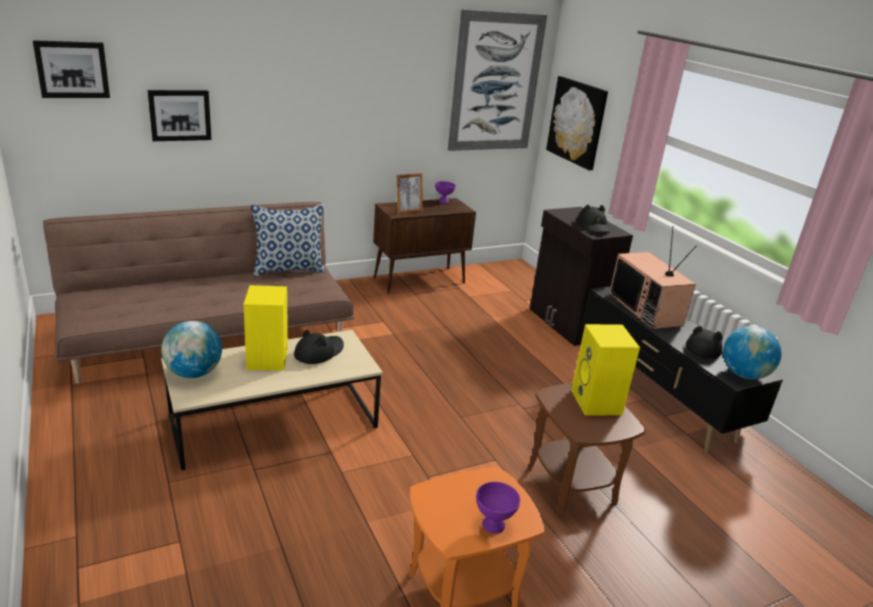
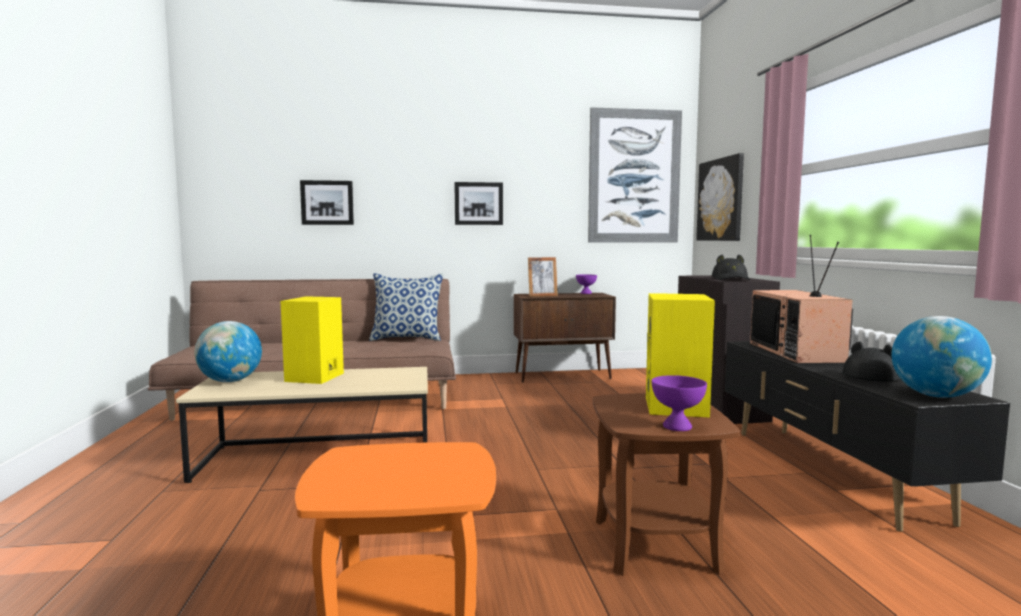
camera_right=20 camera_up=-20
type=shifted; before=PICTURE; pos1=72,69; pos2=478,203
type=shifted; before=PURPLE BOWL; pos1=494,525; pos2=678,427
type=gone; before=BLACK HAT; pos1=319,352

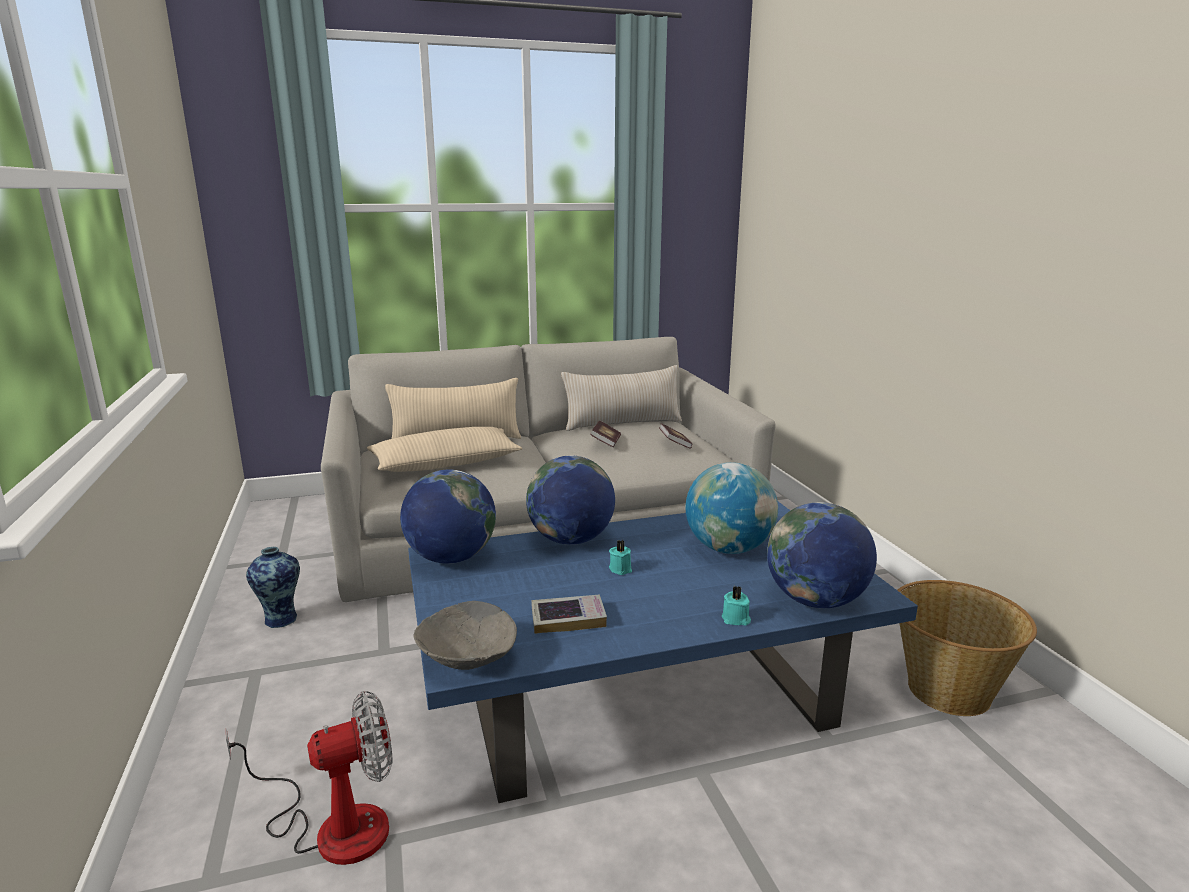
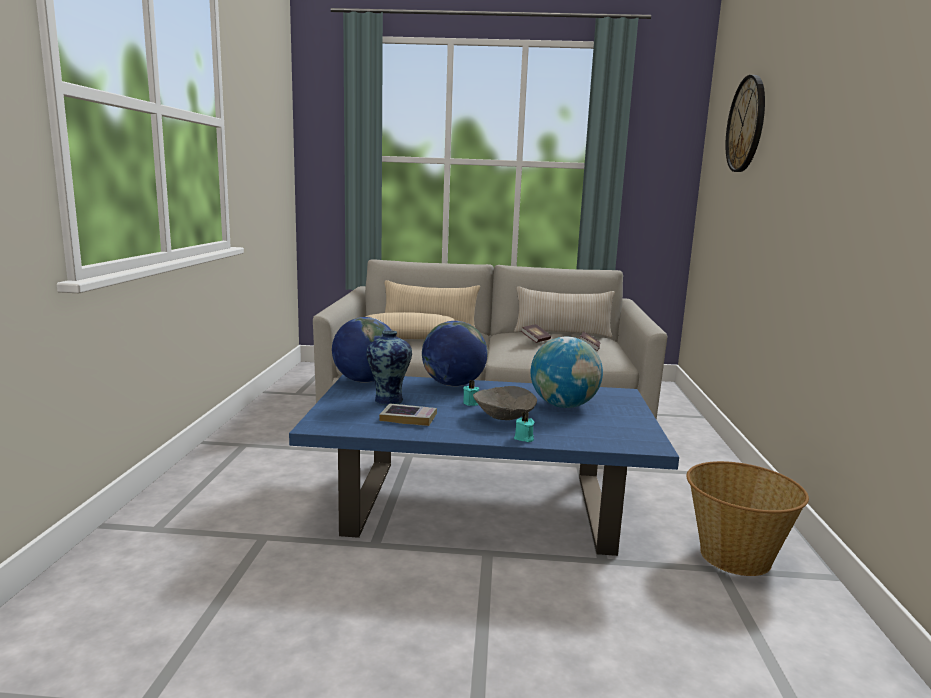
camera_right=20 camera_up=-5
type=shifted; before=VASE; pos1=281,618; pos2=389,400
type=shifted; before=GREY BOWL; pos1=468,659; pos2=504,417
type=new; after=WALL CLOCK; pos2=746,124
type=gone; before=FAN; pos1=333,825
type=gone; before=GLOBE; pos1=815,600

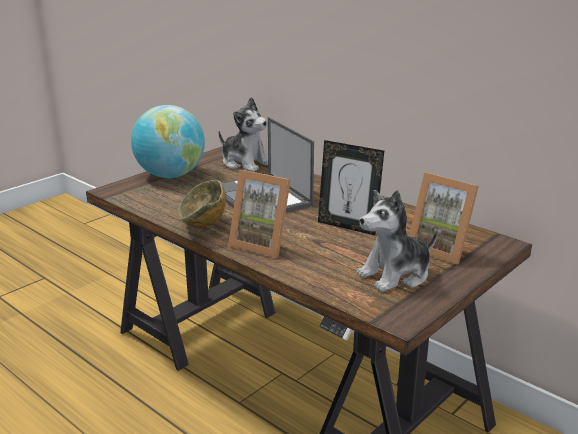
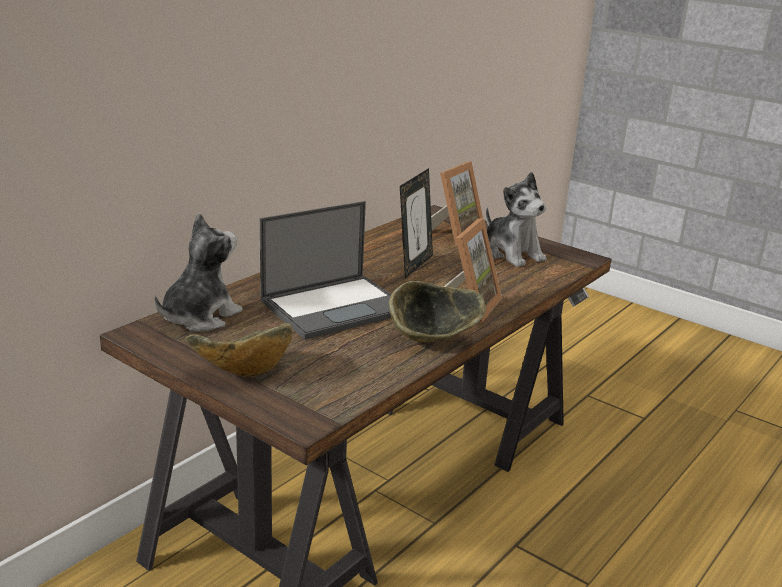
camera_right=-95 camera_up=0
type=swapped; before=GLOBE; after=BOWL; pos1=170,175; pos2=243,373

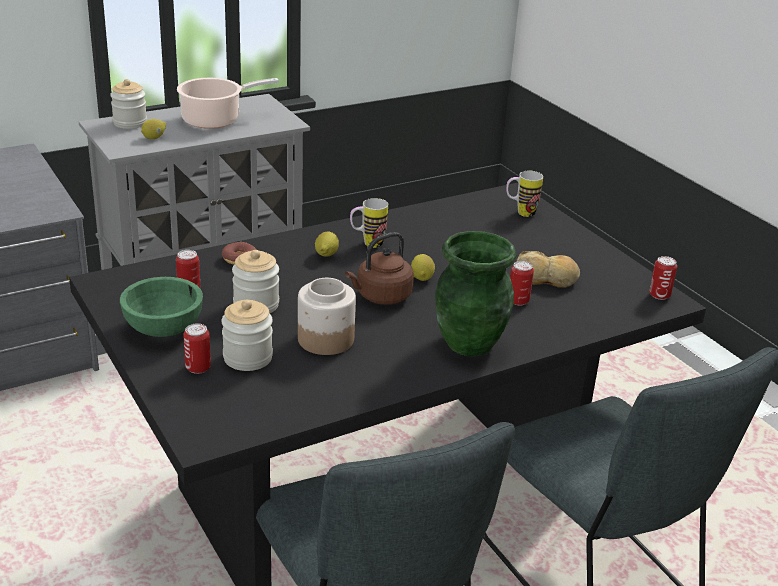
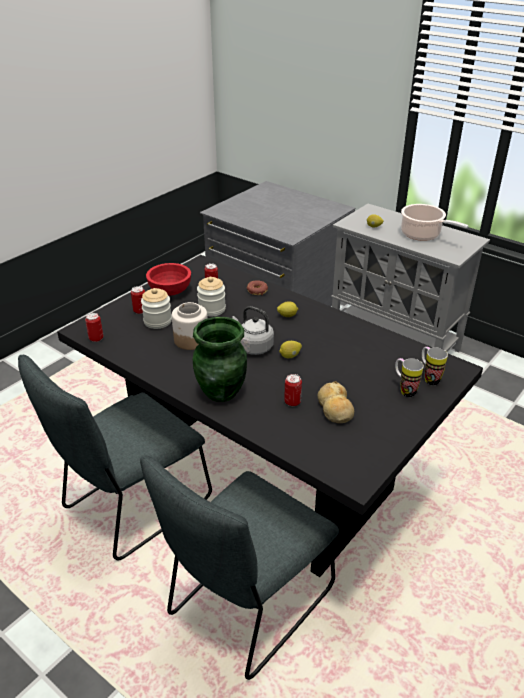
camera_right=70 camera_up=5
type=shifted; before=CAN; pos1=659,295; pos2=96,338
type=repainted; before=GREEN BOWL; after=RED BOWL; pos1=163,328; pos2=170,291
type=repainted; before=BROWN KETTLE; after=GREY KETTLE; pos1=381,297; pos2=253,347
type=shifted; before=MUG; pos1=367,244; pos2=404,390
type=gone; before=JAR; pos1=130,123

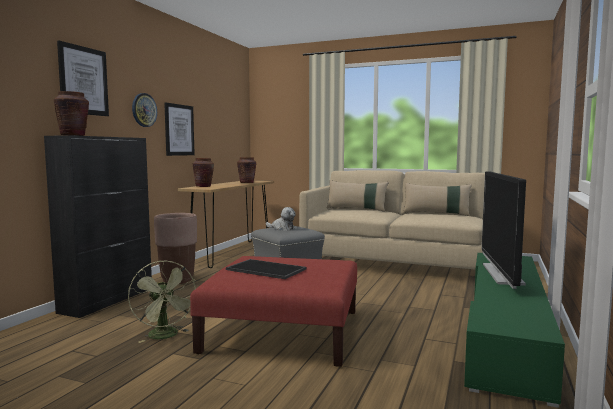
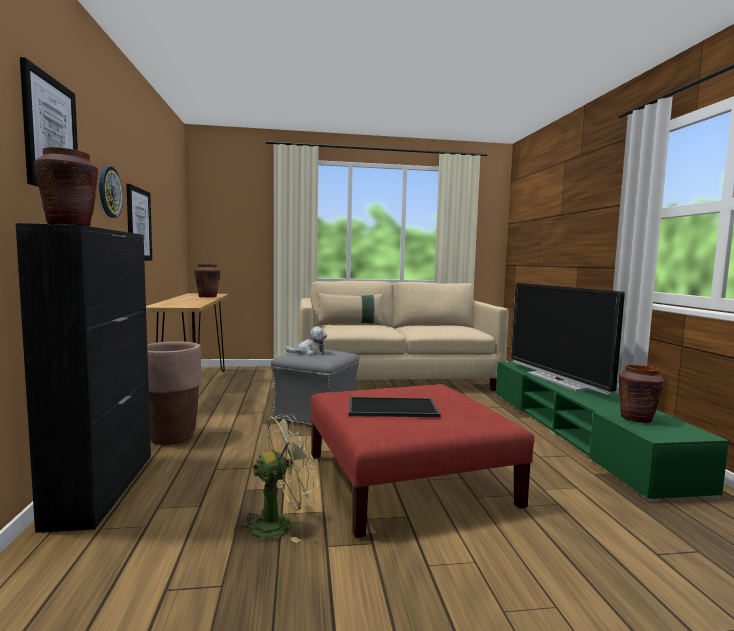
camera_right=-30 camera_up=0
type=rotated; before=GREEN FAN; pos1=165,336; pos2=280,524; turn=-60
type=shifted; before=BROWN VASE; pos1=203,186; pos2=636,419
type=gone; before=BEIGE PILLOW; pos1=436,214

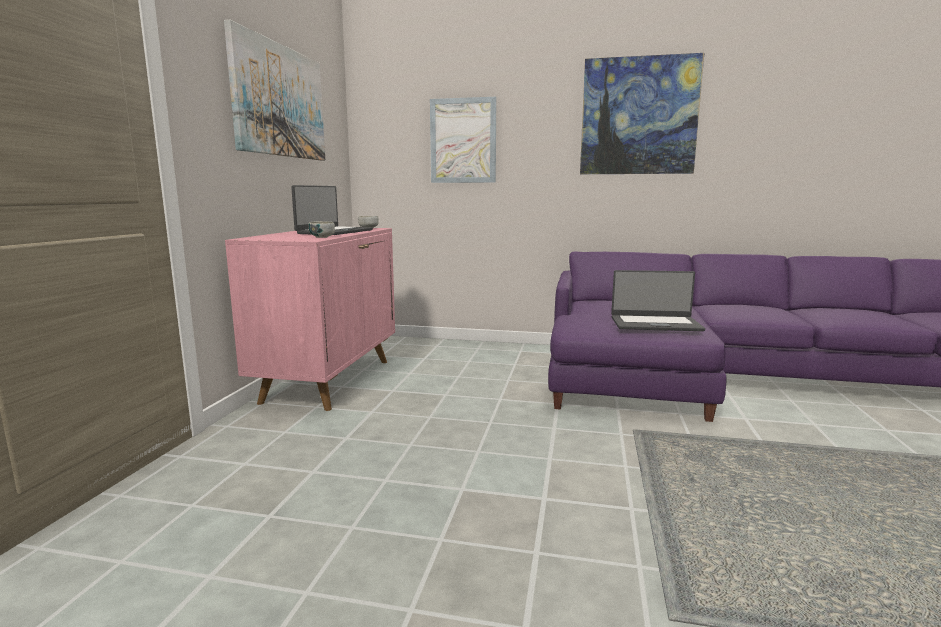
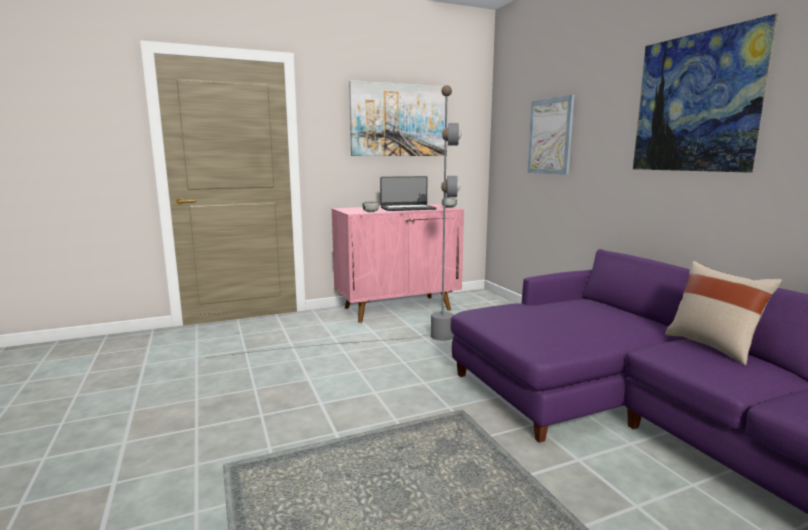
camera_right=55 camera_up=0
type=new; after=GREY FLOOR LAMP; pos2=380,341
type=new; after=BEIGE PILLOW; pos2=712,346
type=gone; before=LAPTOP; pos1=655,324

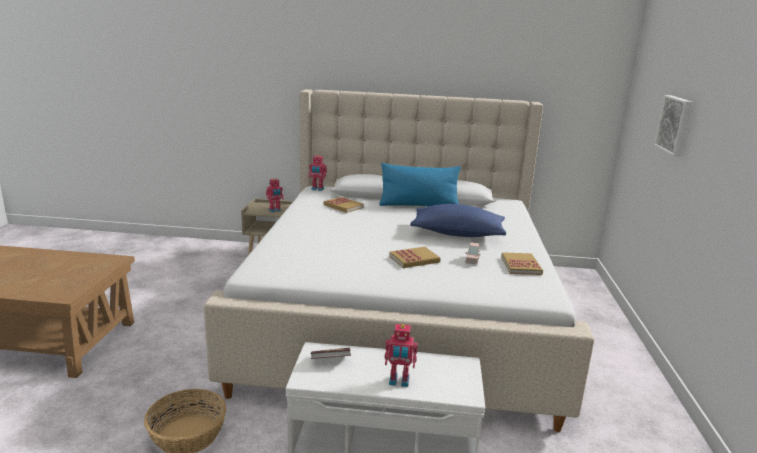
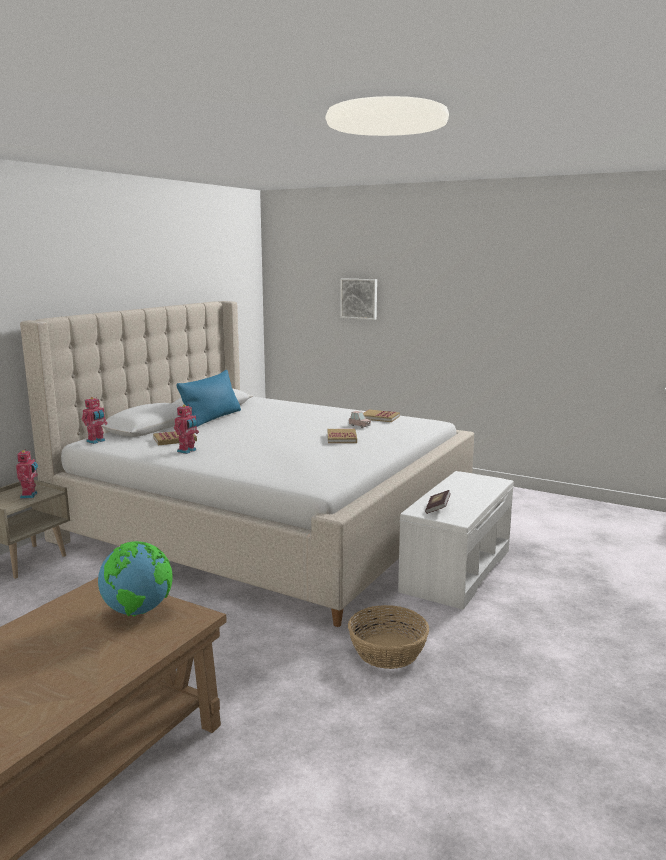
camera_right=-65 camera_up=-5
type=new; after=GLOBE; pos2=138,611
type=shifted; before=TOY ROBOT; pos1=399,382; pos2=187,451
type=gone; before=BLUE PILLOW; pos1=457,234

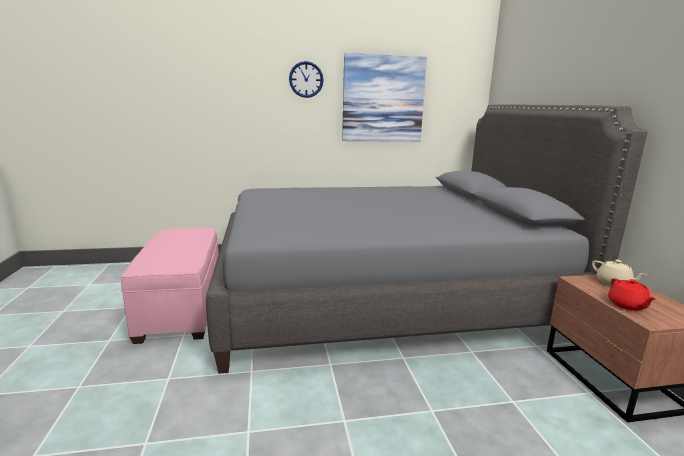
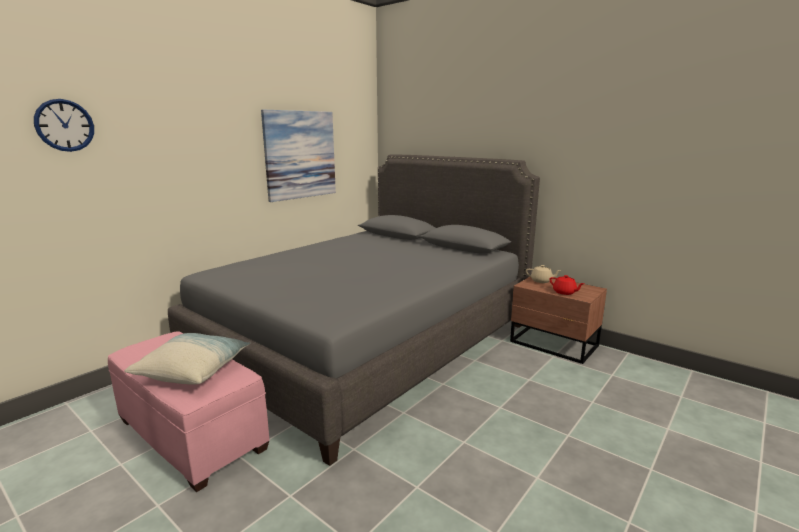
camera_right=-40 camera_up=0
type=shifted; before=WALL CLOCK; pos1=306,79; pos2=64,125
type=new; after=PILLOW; pos2=193,370

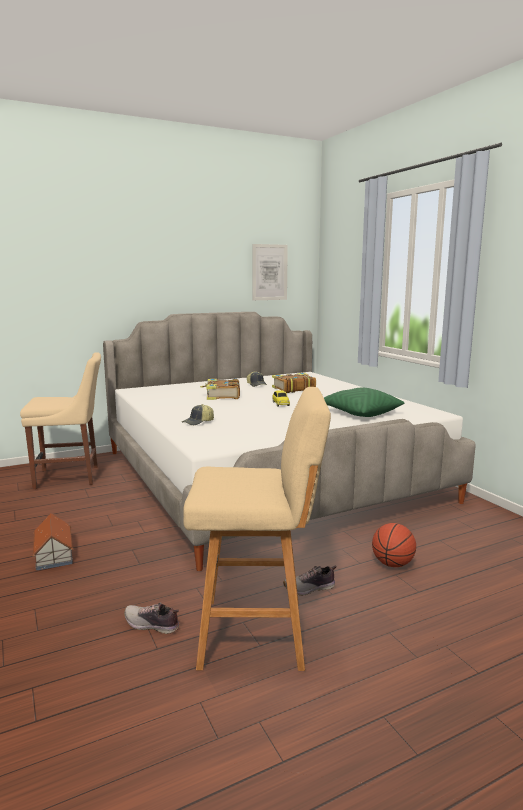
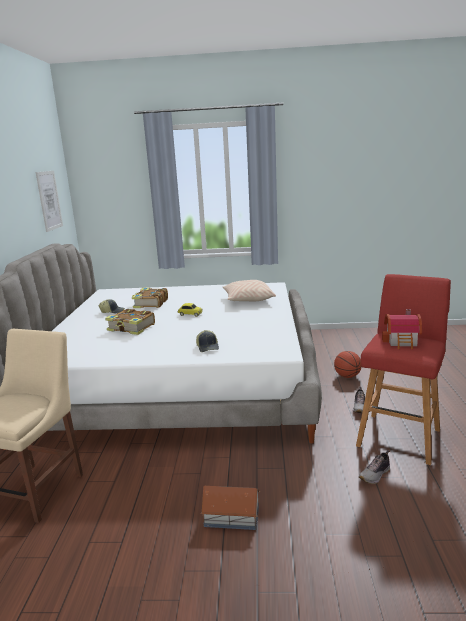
camera_right=-60 camera_up=5
type=repainted; before=GREEN PILLOW; after=BEIGE PILLOW; pos1=360,413; pos2=248,300
type=repainted; before=BEIGE STOOL; after=RED STOOL; pos1=257,632; pos2=399,436
type=new; after=TOY HOUSE; pos2=402,342

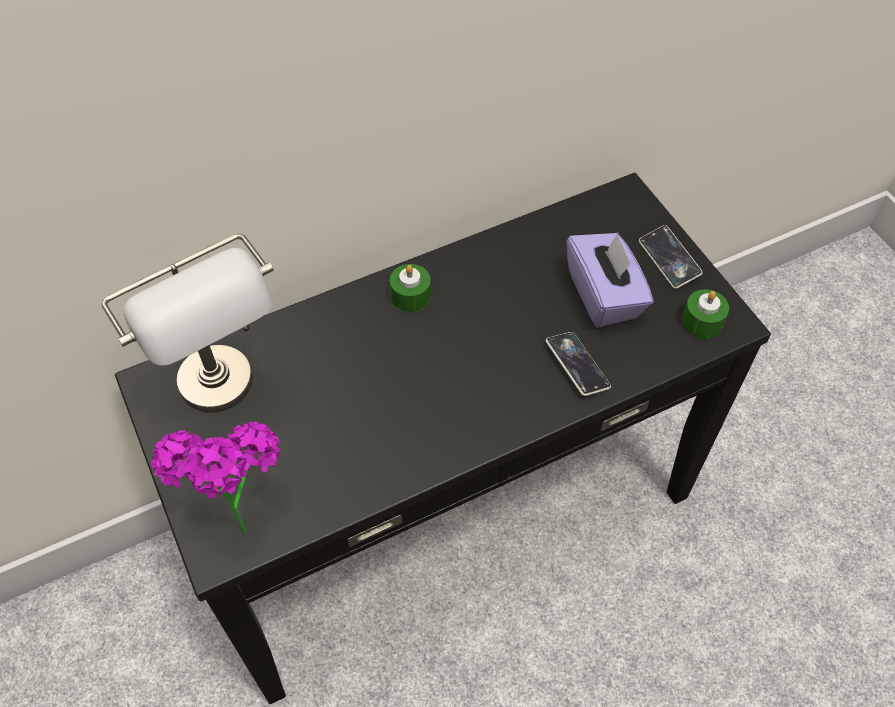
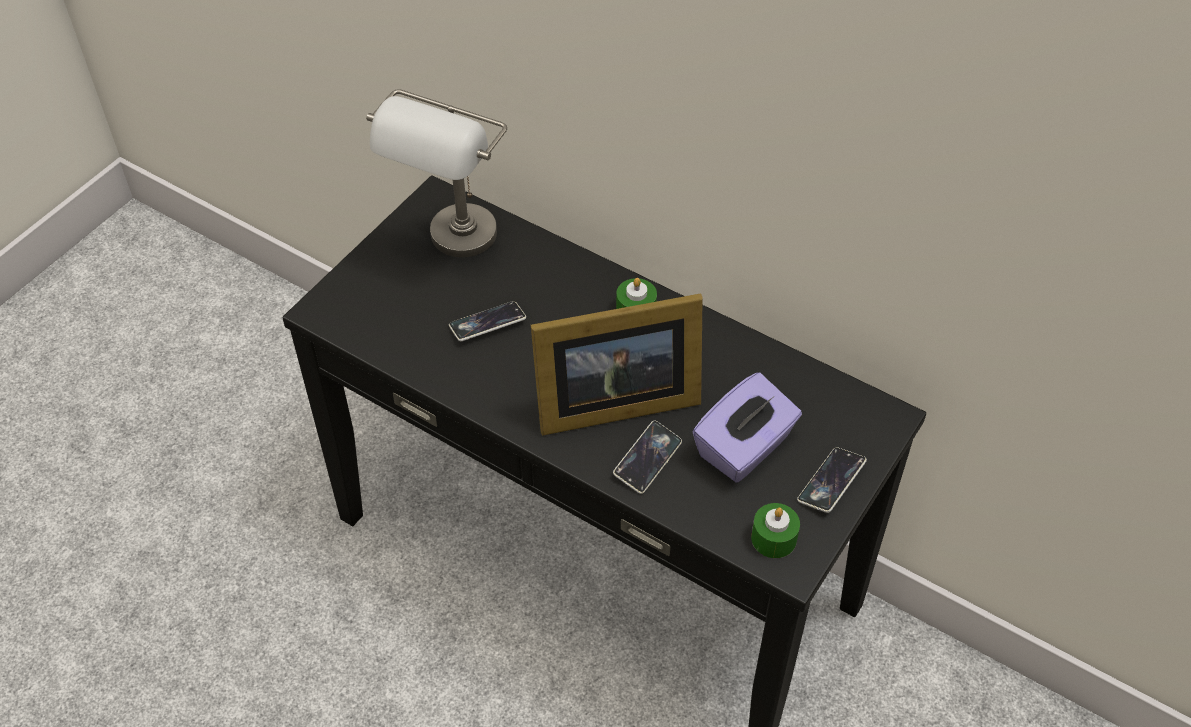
camera_right=60 camera_up=-5
type=new; after=PHONE; pos2=487,324
type=new; after=PICTURE FRAME; pos2=610,402
type=gone; before=POTTED PLANT; pos1=238,515

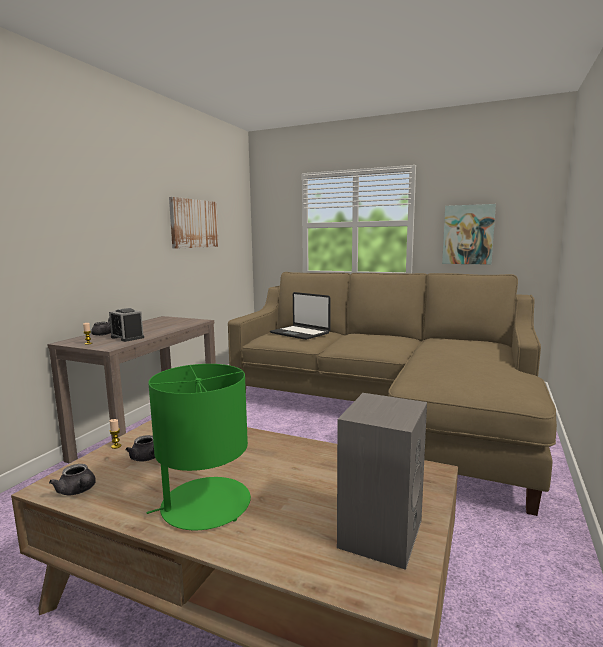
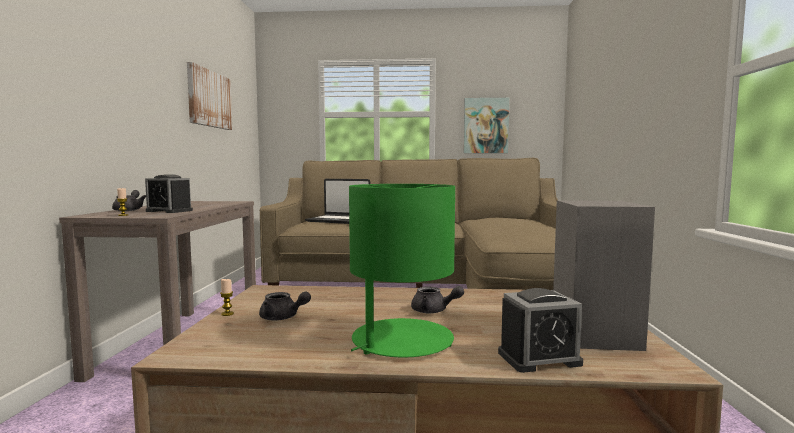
camera_right=-20 camera_up=-5
type=shifted; before=GREY TEAPOT; pos1=78,491; pos2=434,311
type=new; after=ALARM CLOCK; pos2=539,358

